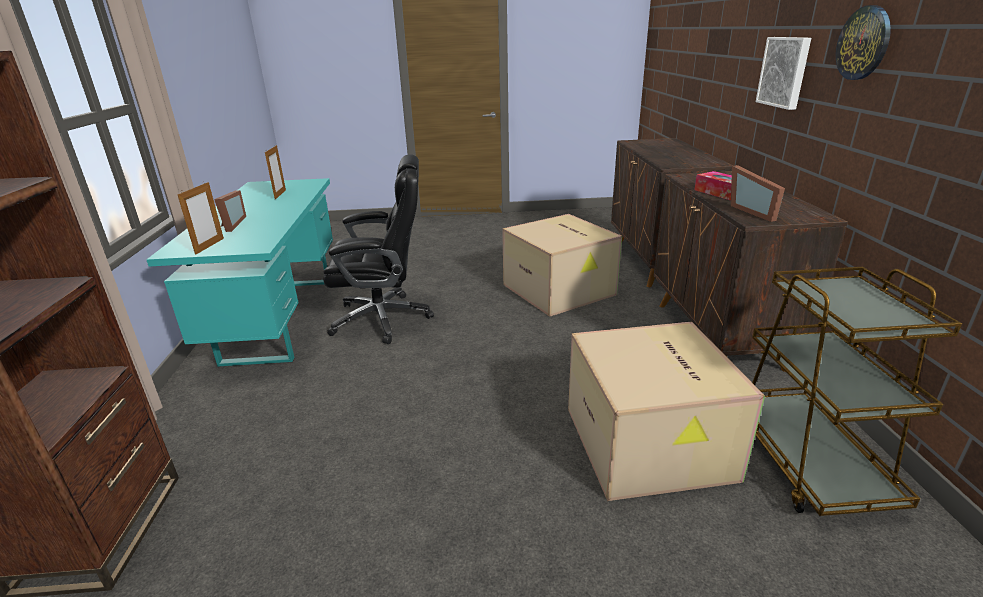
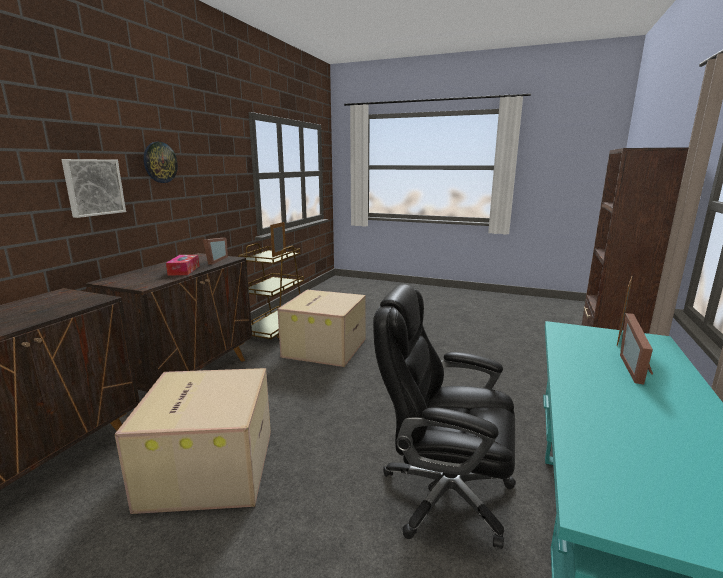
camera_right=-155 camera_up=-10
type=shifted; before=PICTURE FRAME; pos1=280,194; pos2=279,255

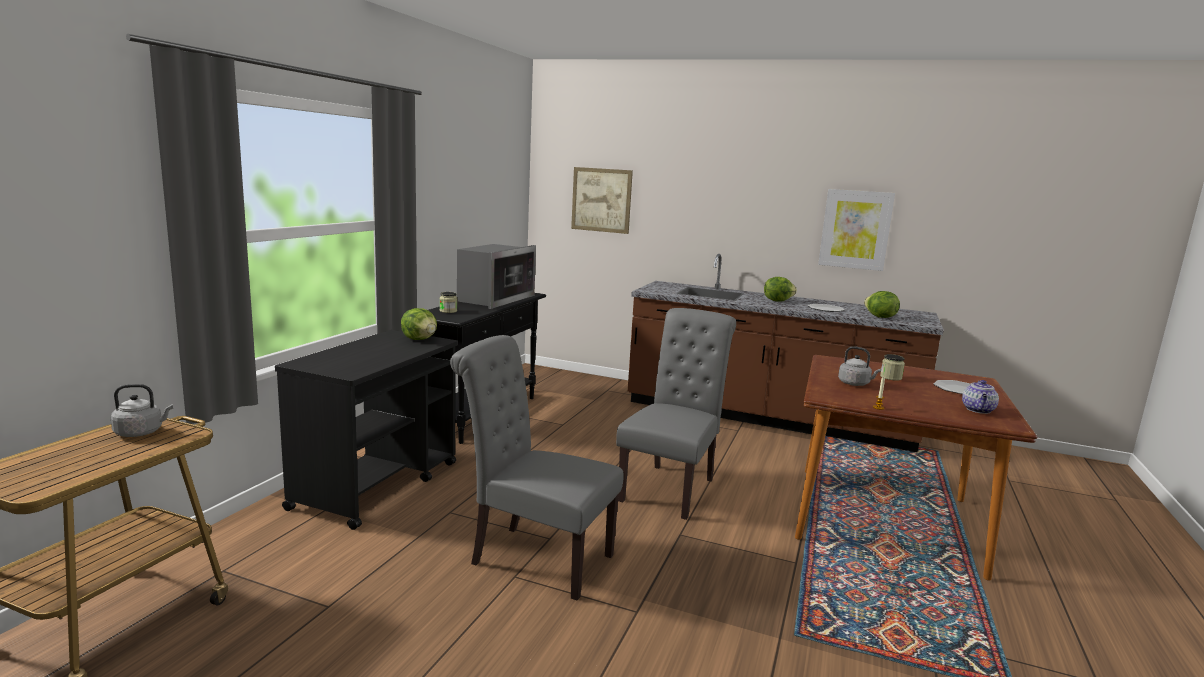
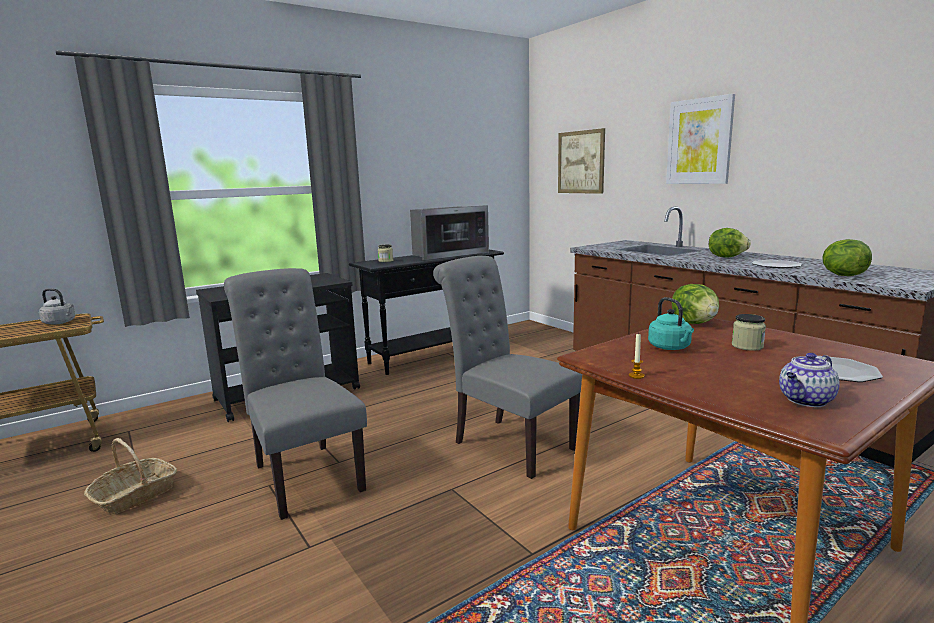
camera_right=35 camera_up=0
type=new; after=BASKET; pos2=135,495
type=rotated; before=GREY CHAIR; pos1=671,487; pos2=508,443; turn=-105
type=repainted; before=GREY KETTLE; after=TURQUOISE KETTLE; pos1=855,384; pos2=670,348
type=shifted; before=PICTURE; pos1=855,229; pos2=699,141
type=shifted; before=LETTUCE; pos1=420,339; pos2=695,323

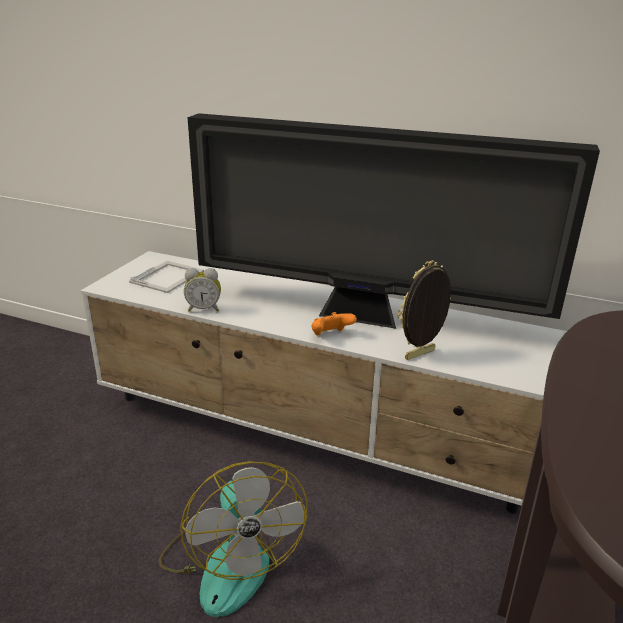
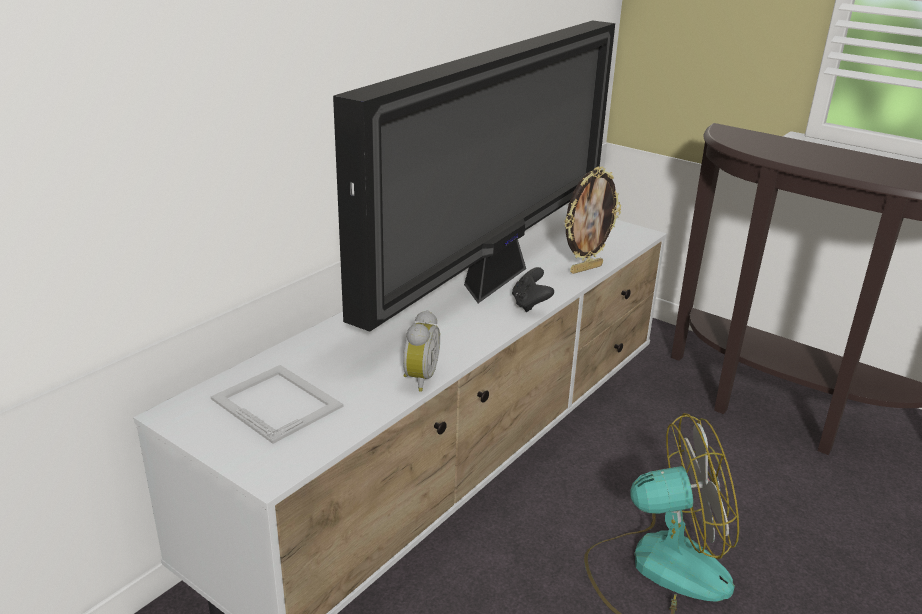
camera_right=-75 camera_up=0
type=repainted; before=ORANGE GAME CONTROLLER; after=BLACK GAME CONTROLLER; pos1=331,336; pos2=530,304
type=rotated; before=PICTURE FRAME; pos1=420,355; pos2=585,268; turn=-105

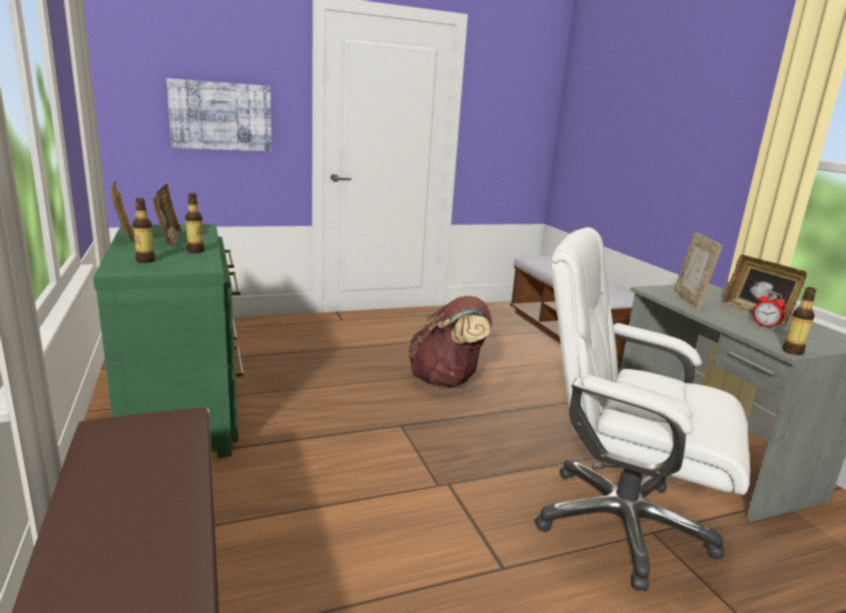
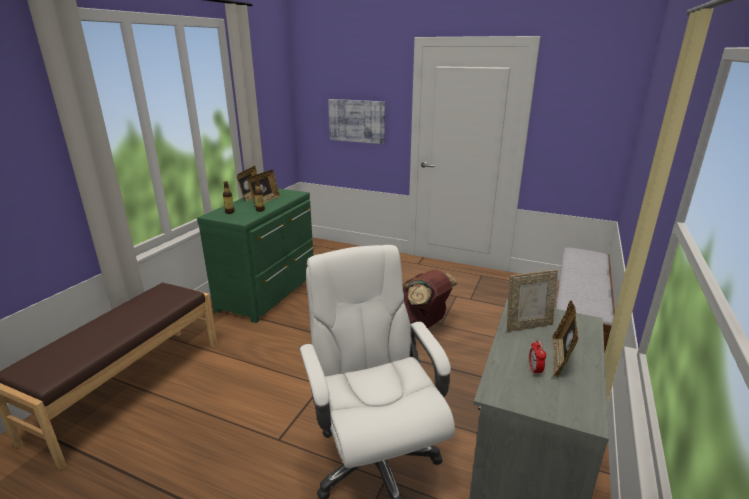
camera_right=45 camera_up=5
type=rotated; before=PICTURE FRAME; pos1=689,300; pos2=528,326; turn=-150
type=gone; before=BOTTLE; pos1=792,351

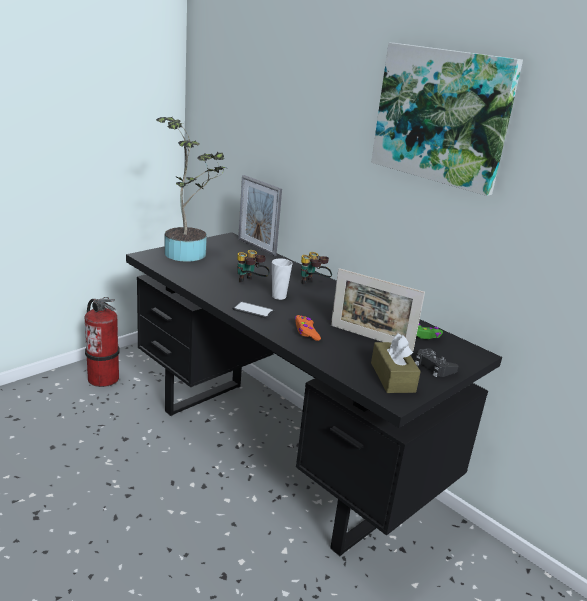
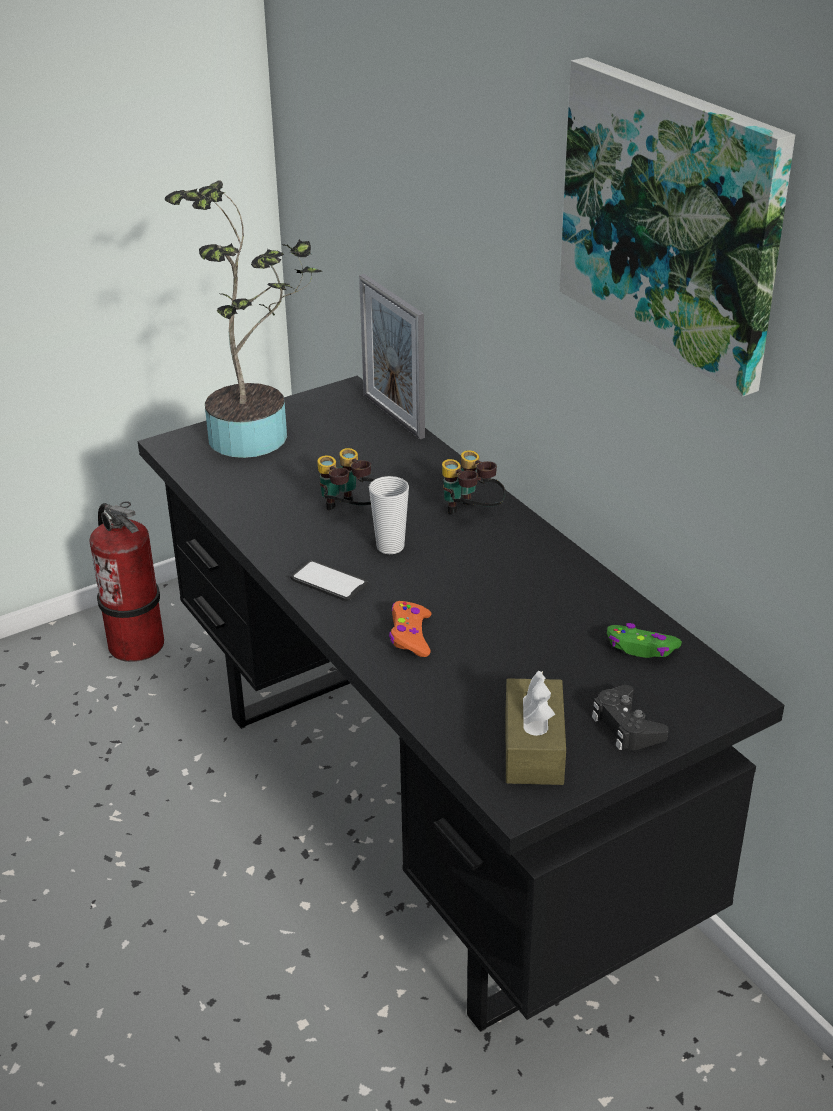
camera_right=15 camera_up=10
type=gone; before=PICTURE FRAME; pos1=370,338

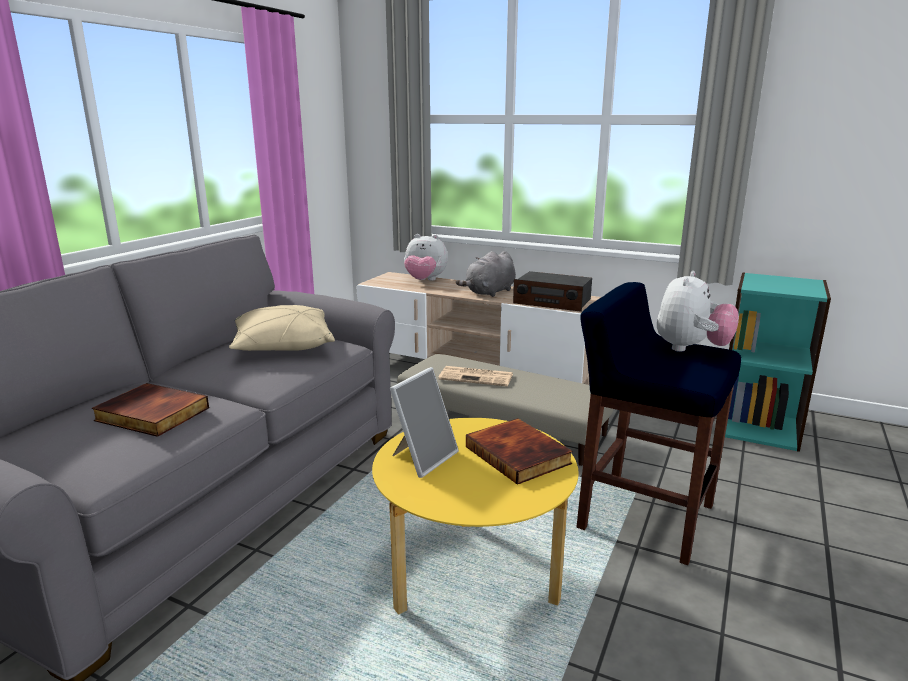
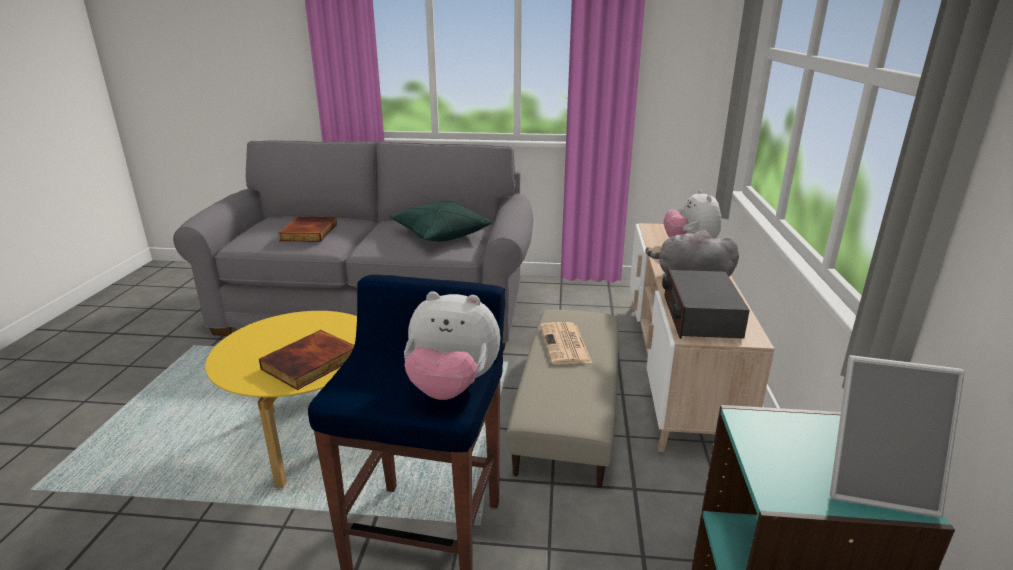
camera_right=70 camera_up=5
type=repainted; before=BEIGE PILLOW; after=GREEN PILLOW; pos1=283,346; pos2=440,234
type=shifted; before=PICTURE FRAME; pos1=423,458; pos2=876,484

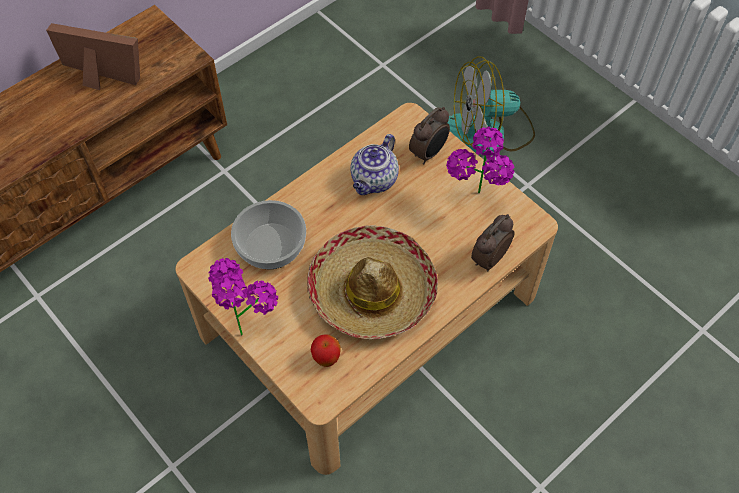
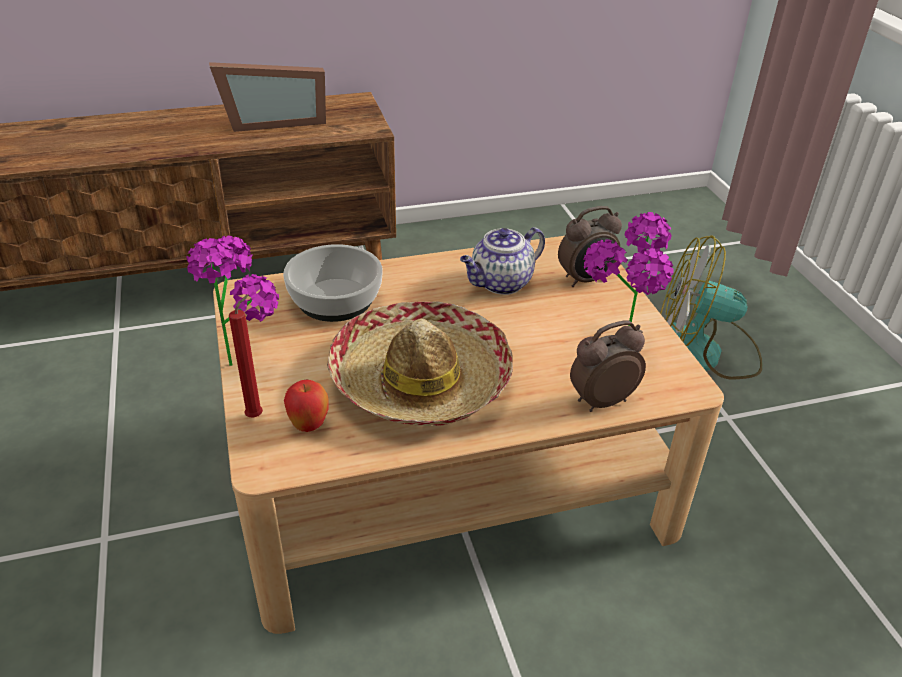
camera_right=25 camera_up=-20
type=rotated; before=PICTURE FRAME; pos1=101,79; pos2=273,121; turn=120
type=new; after=RED CANDLE; pos2=257,415

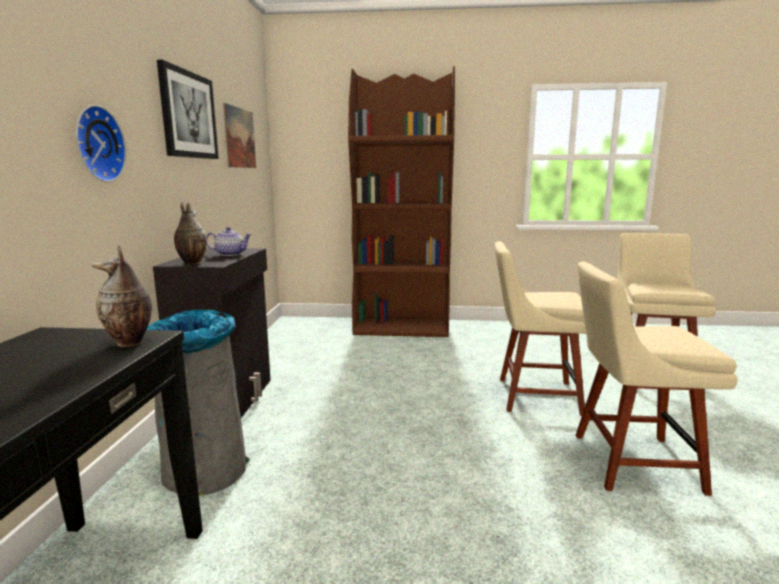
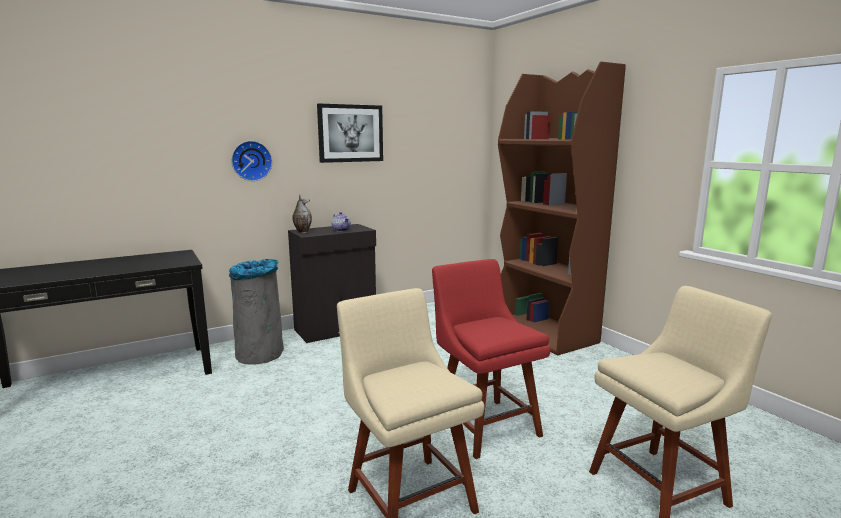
camera_right=55 camera_up=0
type=repainted; before=BEIGE CHAIR; after=RED CHAIR; pos1=533,396; pos2=484,424
type=gone; before=VASE; pos1=130,343
type=gone; before=PICTURE; pos1=240,138

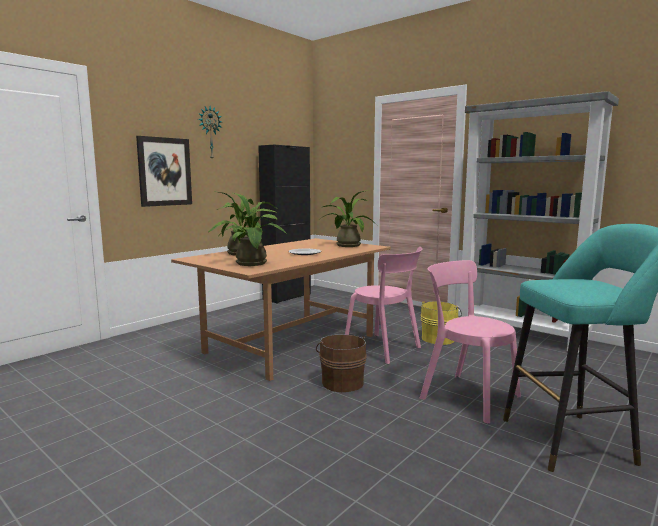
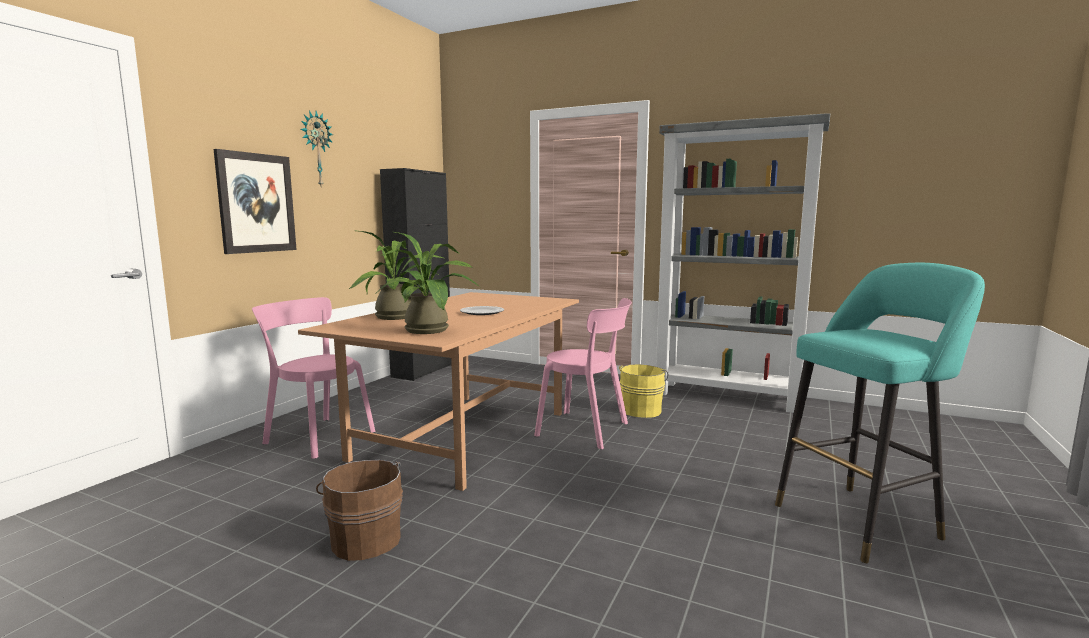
camera_right=-15 camera_up=0
type=shifted; before=PINK CHAIR; pos1=465,395; pos2=317,436
type=shifted; before=BROWN BUCKET; pos1=342,382; pos2=365,538
type=gone; before=POTTED PLANT; pos1=346,245

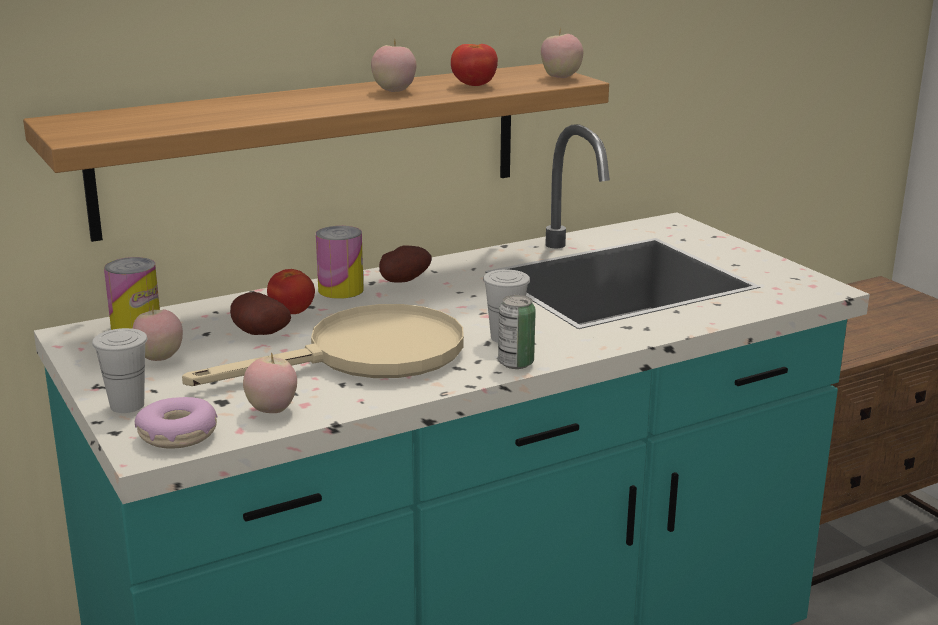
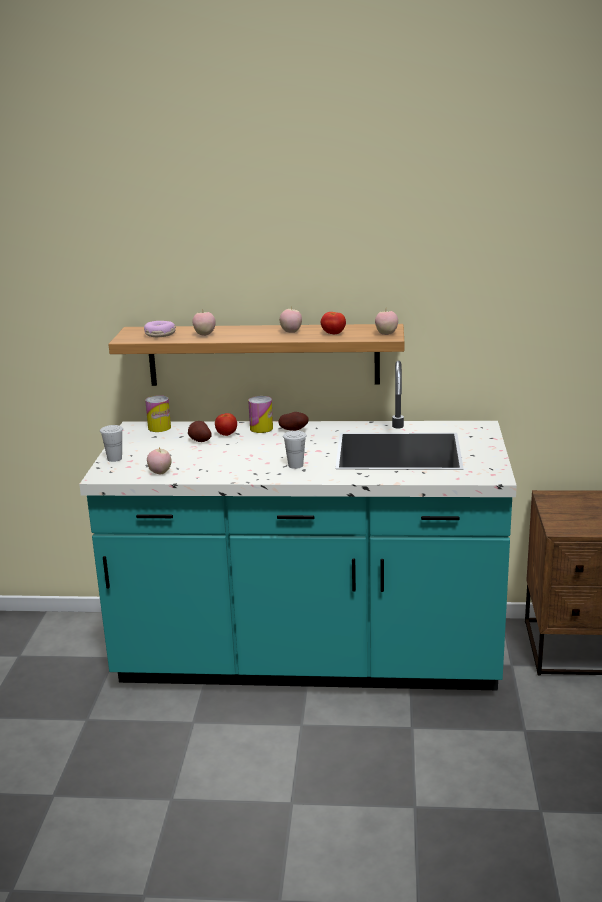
camera_right=35 camera_up=0
type=shifted; before=DONUT; pos1=178,435; pos2=160,334
type=shifted; before=APPLE; pos1=160,358; pos2=204,335
type=gone; before=BEIGE FRYING PAN; pos1=366,357
type=gone; before=CAN; pos1=516,363

